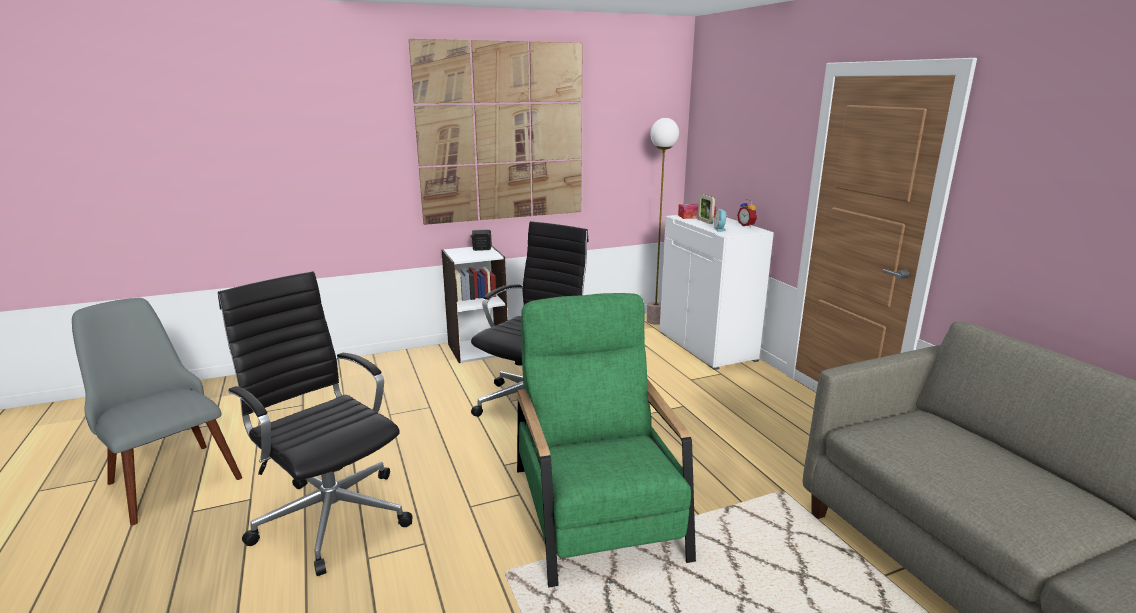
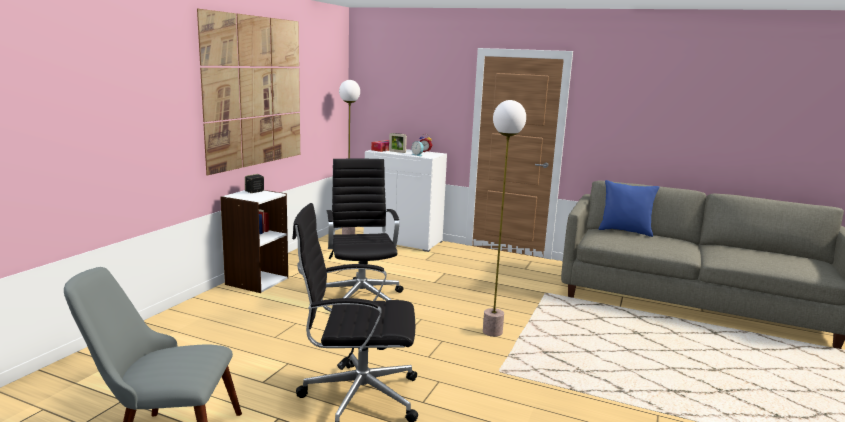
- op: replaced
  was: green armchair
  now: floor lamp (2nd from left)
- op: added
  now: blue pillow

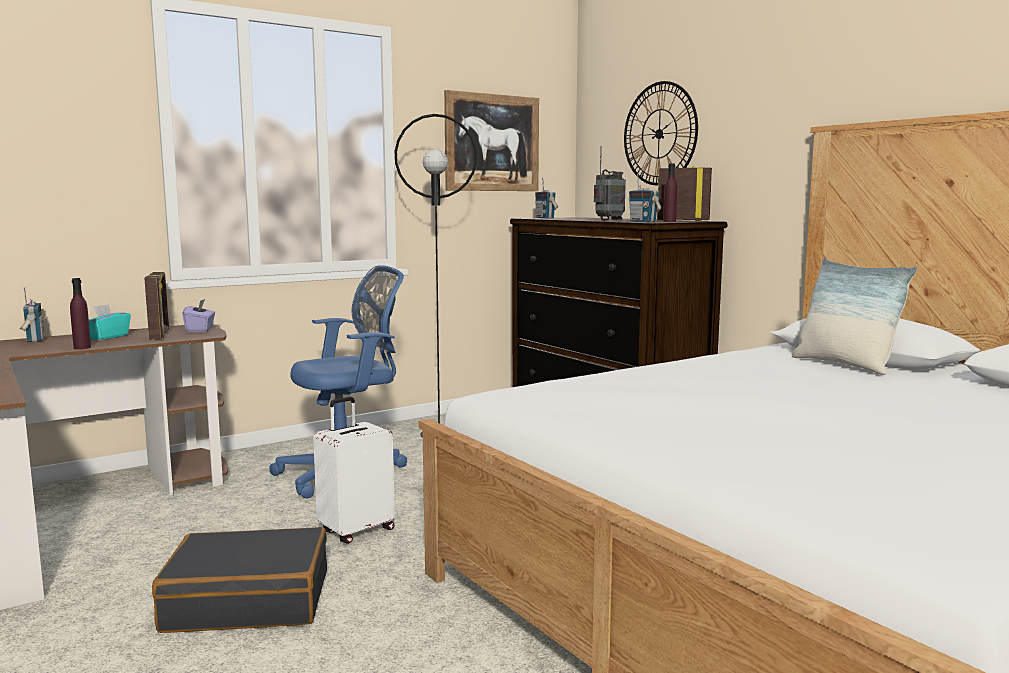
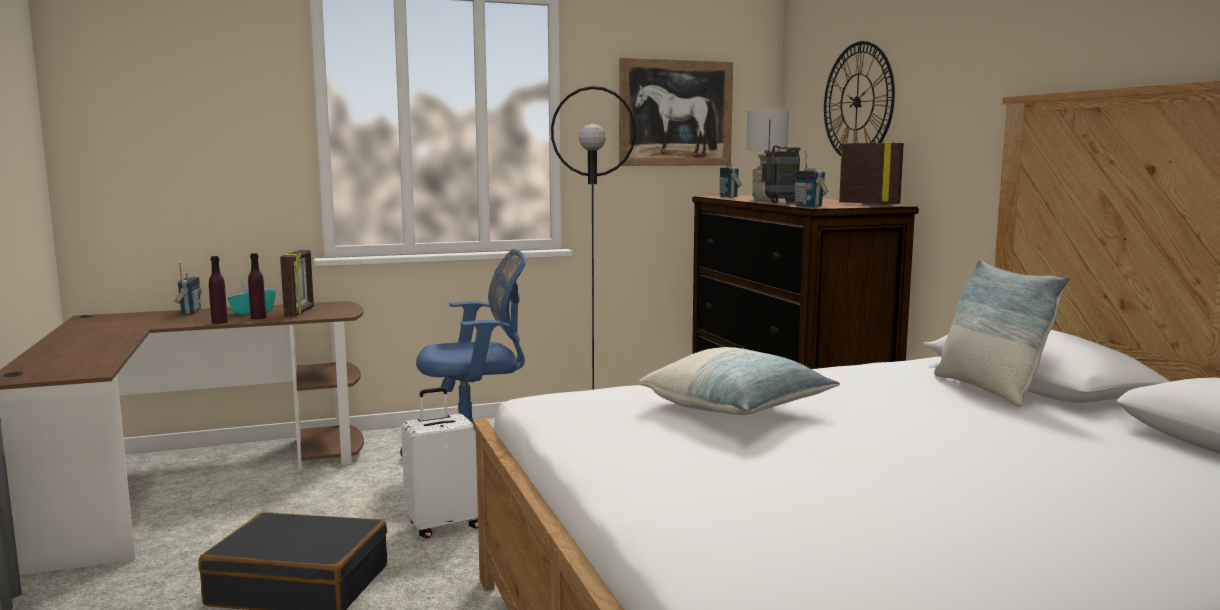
- op: moved
  was: purple bottle (2nd from left)
- op: removed
  was: purple tissue box
- op: added
  now: grey table lamp
- op: added
  now: pillow (1st from left)

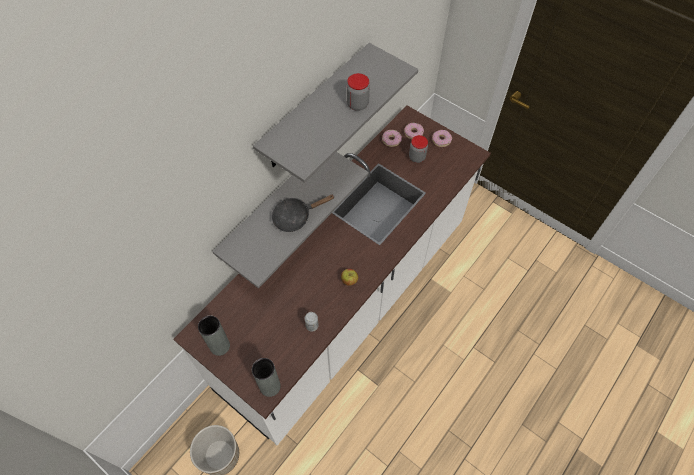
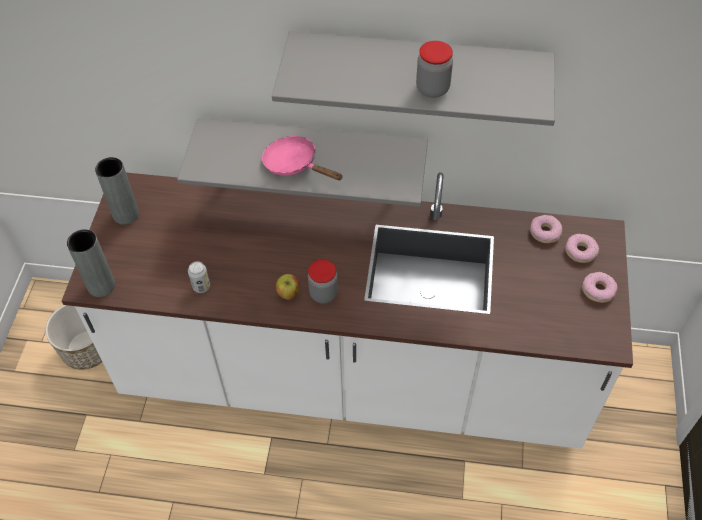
- op: moved
  was: jar (2nd from left in the first image)
  now: jar (1st from left)
- op: recoloured
  was: black frying pan
  now: pink frying pan

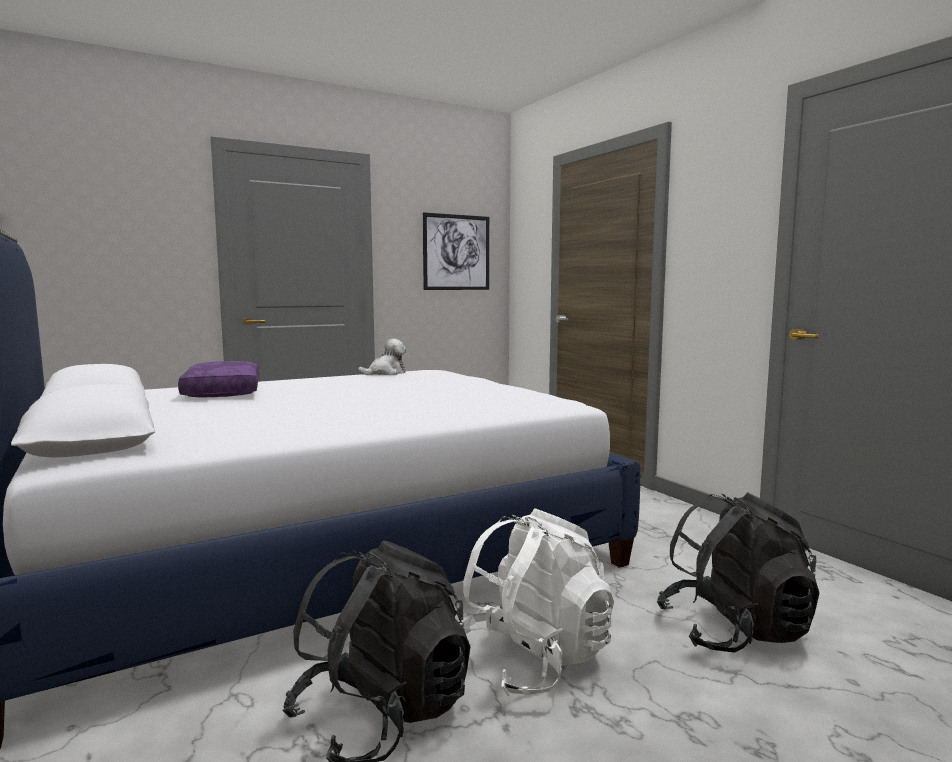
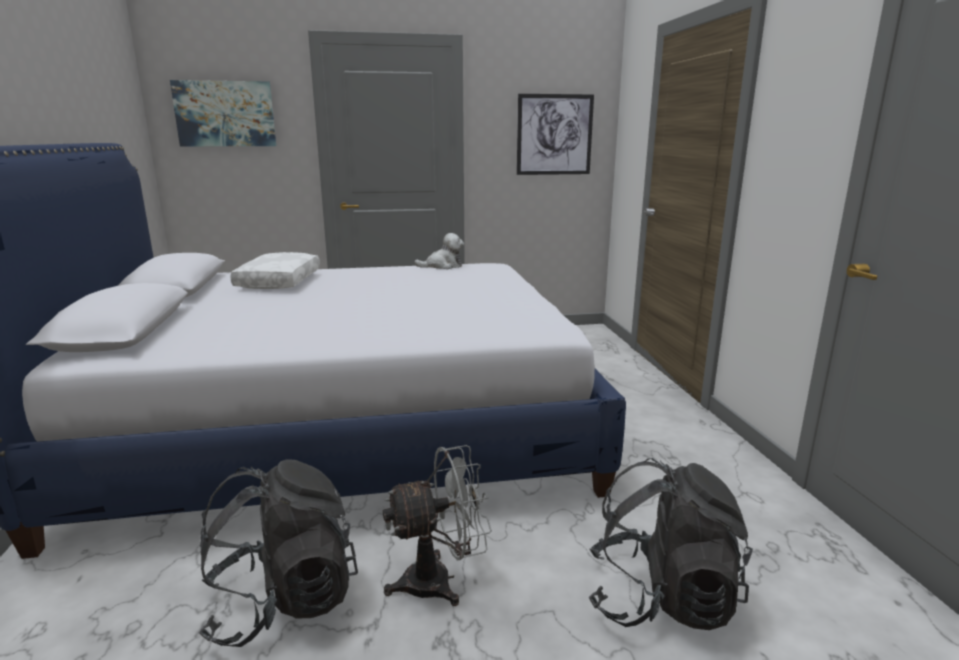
- op: recoloured
  was: purple pillow
  now: white pillow
- op: replaced
  was: white backpack
  now: grey fan
- op: added
  now: picture (1st from left)

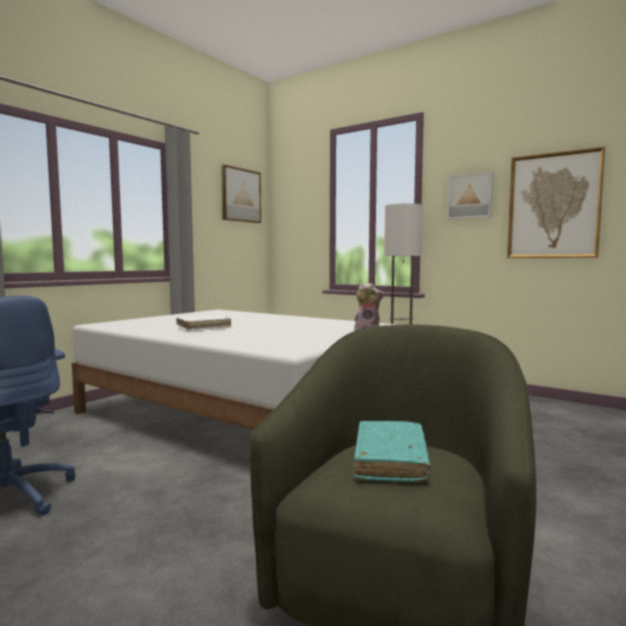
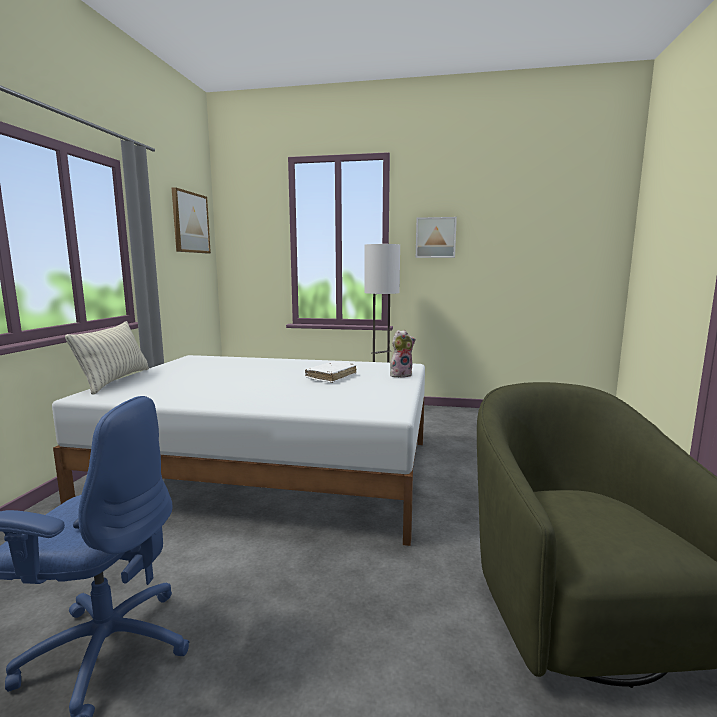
- op: removed
  was: picture (3rd from left)
- op: moved
  was: white book
- op: removed
  was: turquoise book
- op: added
  now: pillow

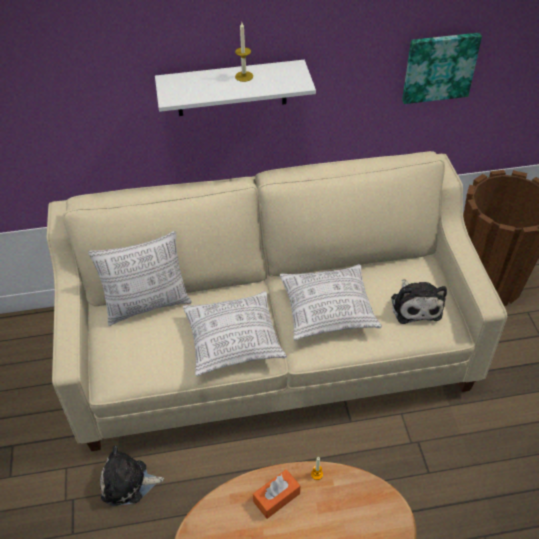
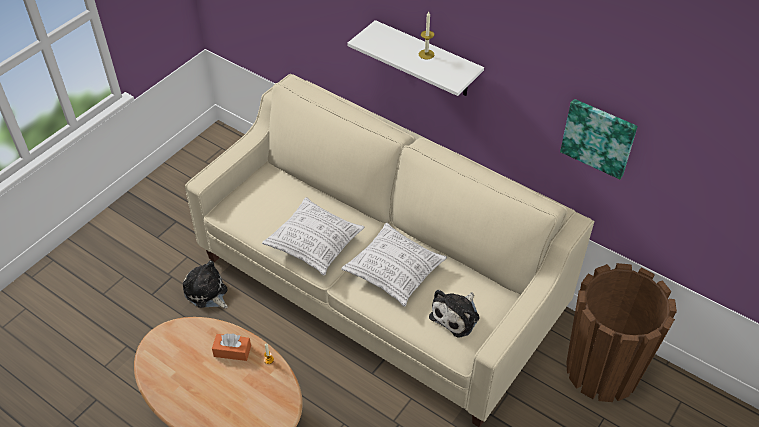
- op: removed
  was: pillow (1st from left)

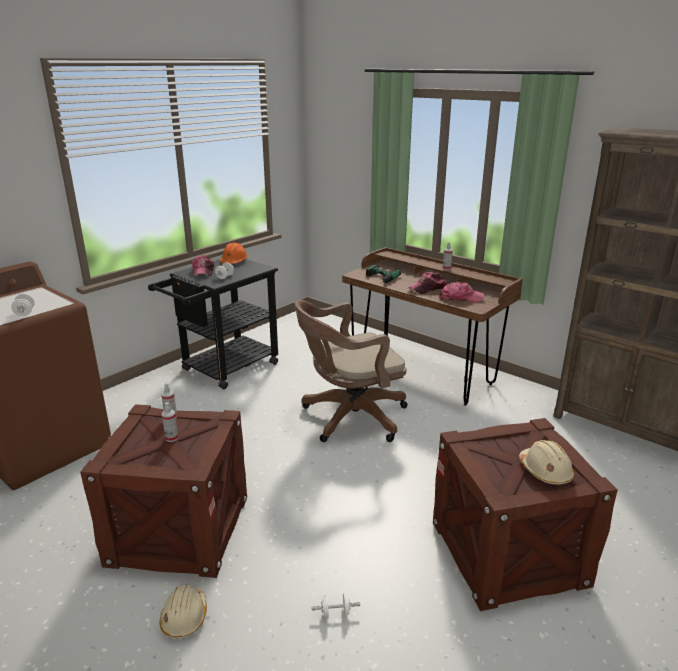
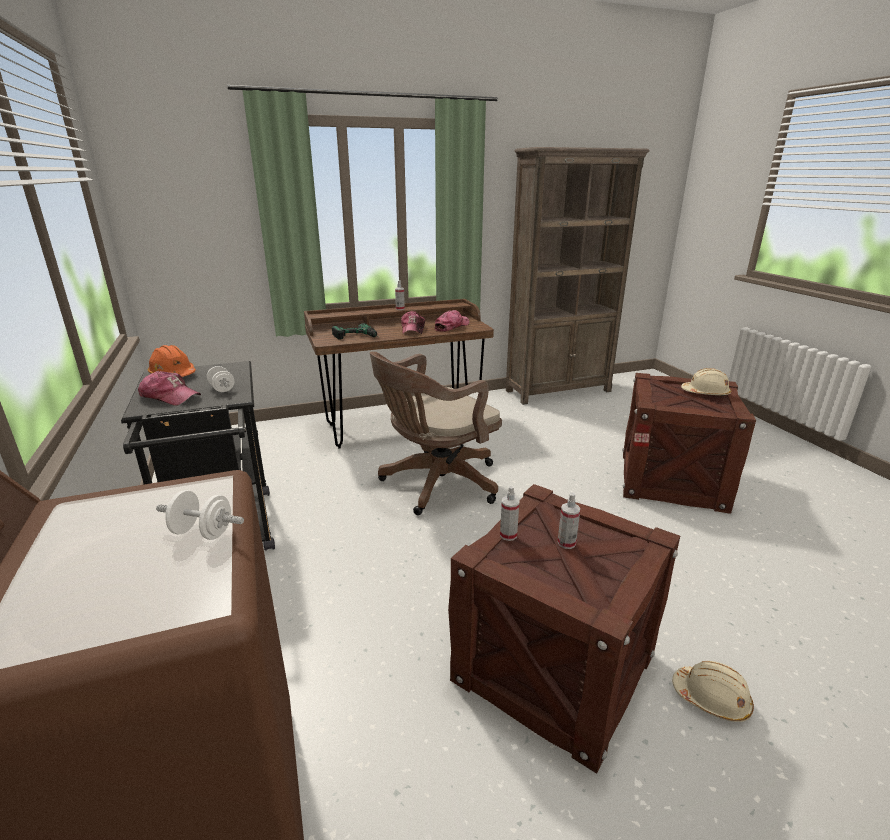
- op: turned
  was: brown office chair
  clockwise: 45
- op: removed
  was: white dumbbell (3rd from left)

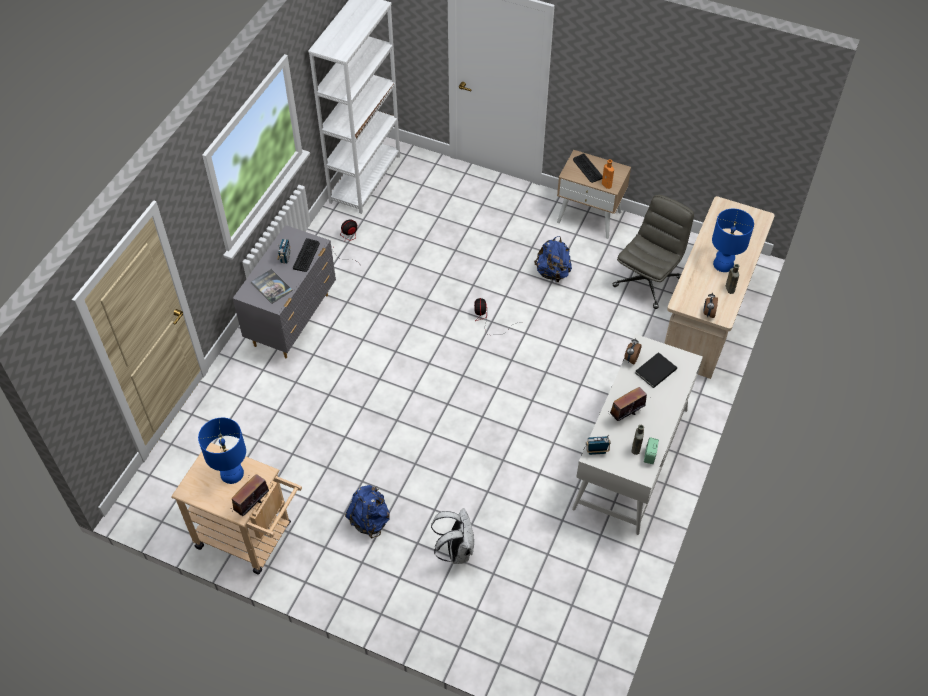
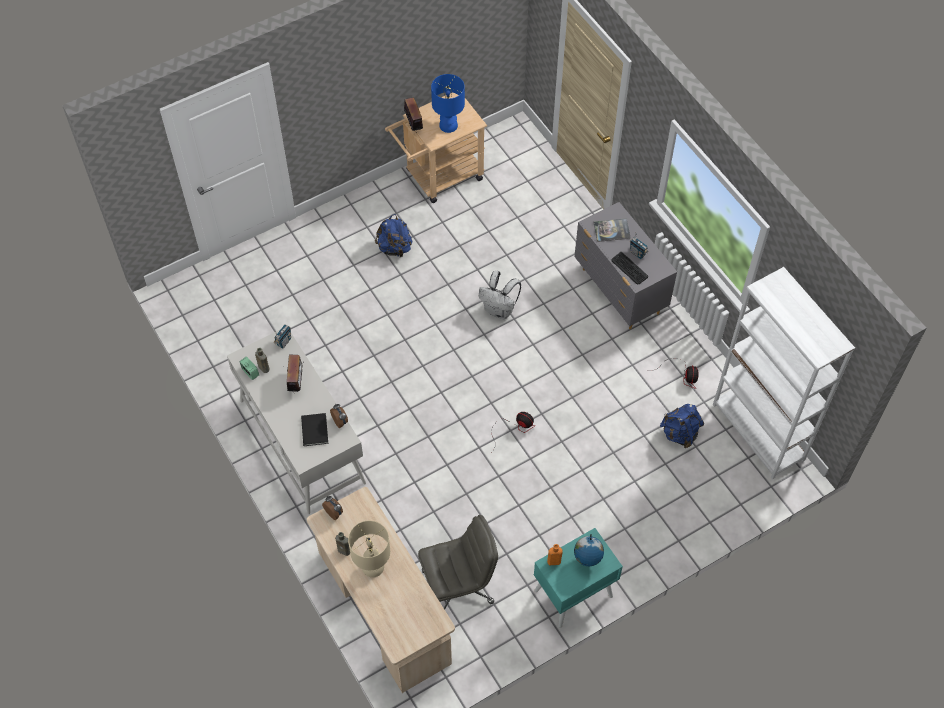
- op: recoloured
  was: beige nightstand
  now: turquoise nightstand
- op: replaced
  was: keyboard (2nd from left)
  now: globe
- op: turned
  was: grey office chair
  clockwise: -90
- op: recoloured
  was: blue table lamp (2nd from left)
  now: beige table lamp
- op: moved
  was: blue backpack (2nd from left)
- op: moved
  was: white backpack

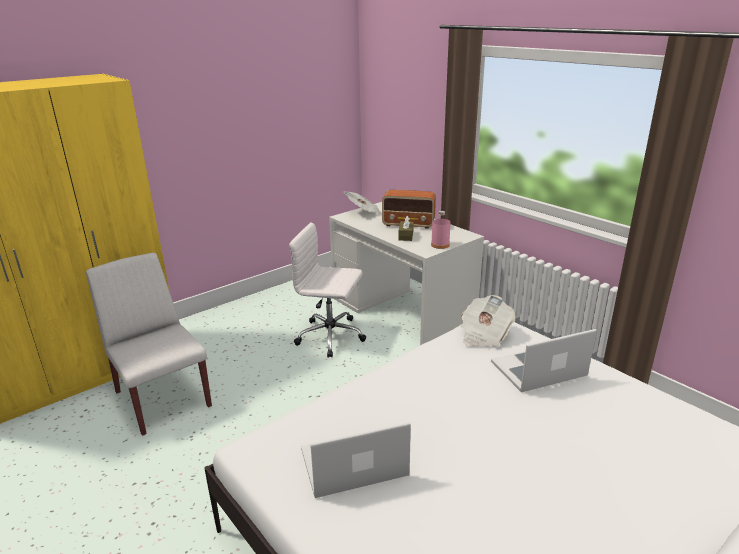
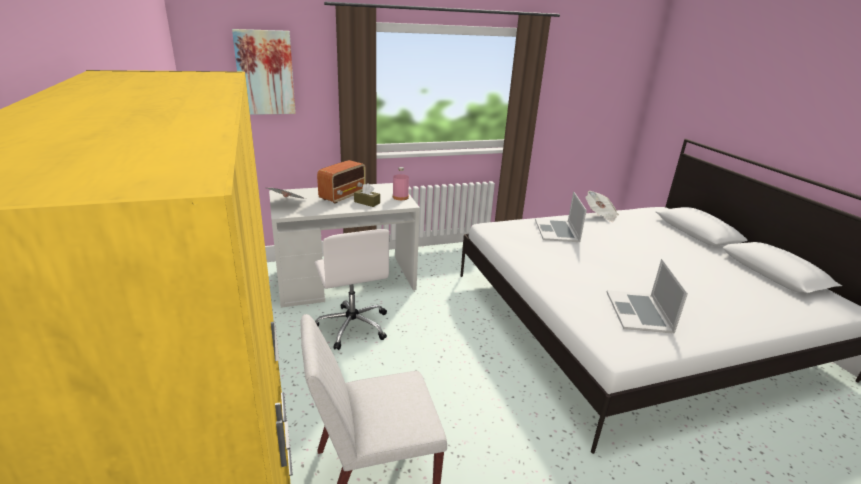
- op: turned
  was: white office chair
  clockwise: -60
- op: moved
  was: newspaper (2nd from left)
- op: added
  now: picture

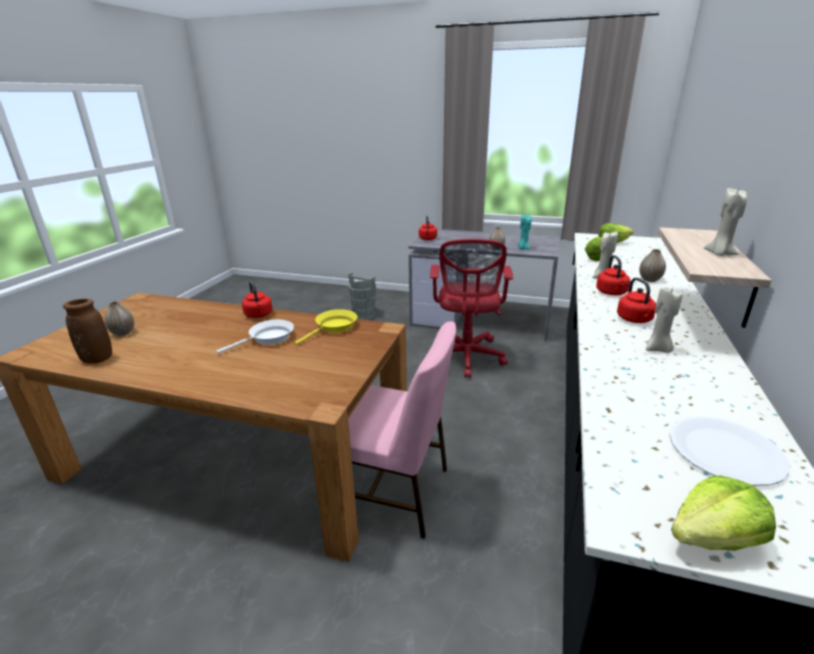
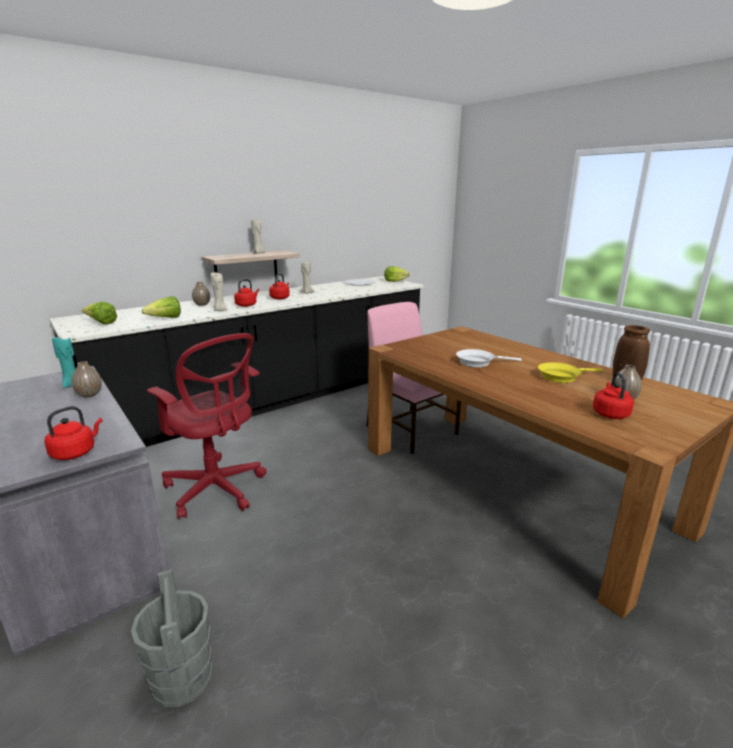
- op: turned
  was: red office chair
  clockwise: 90
- op: moved
  was: red kettle (1st from left in the first image)
  now: red kettle (4th from left)
- op: moved
  was: yellow frying pan

